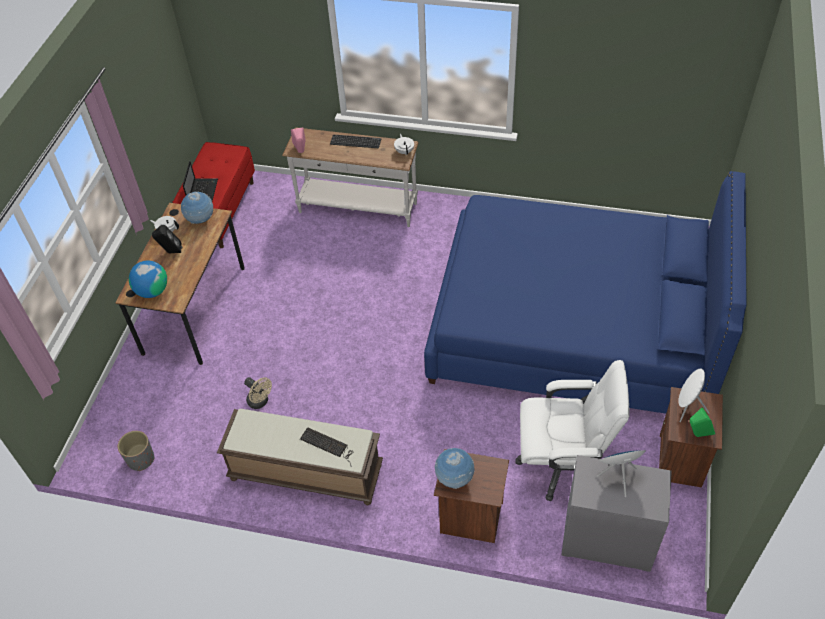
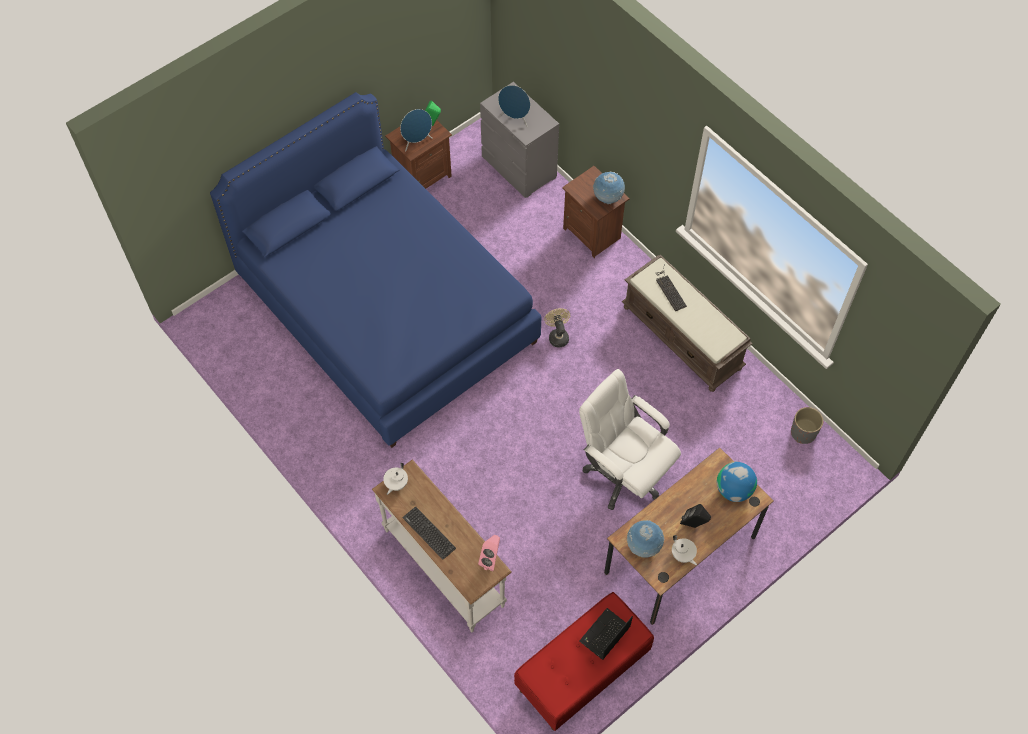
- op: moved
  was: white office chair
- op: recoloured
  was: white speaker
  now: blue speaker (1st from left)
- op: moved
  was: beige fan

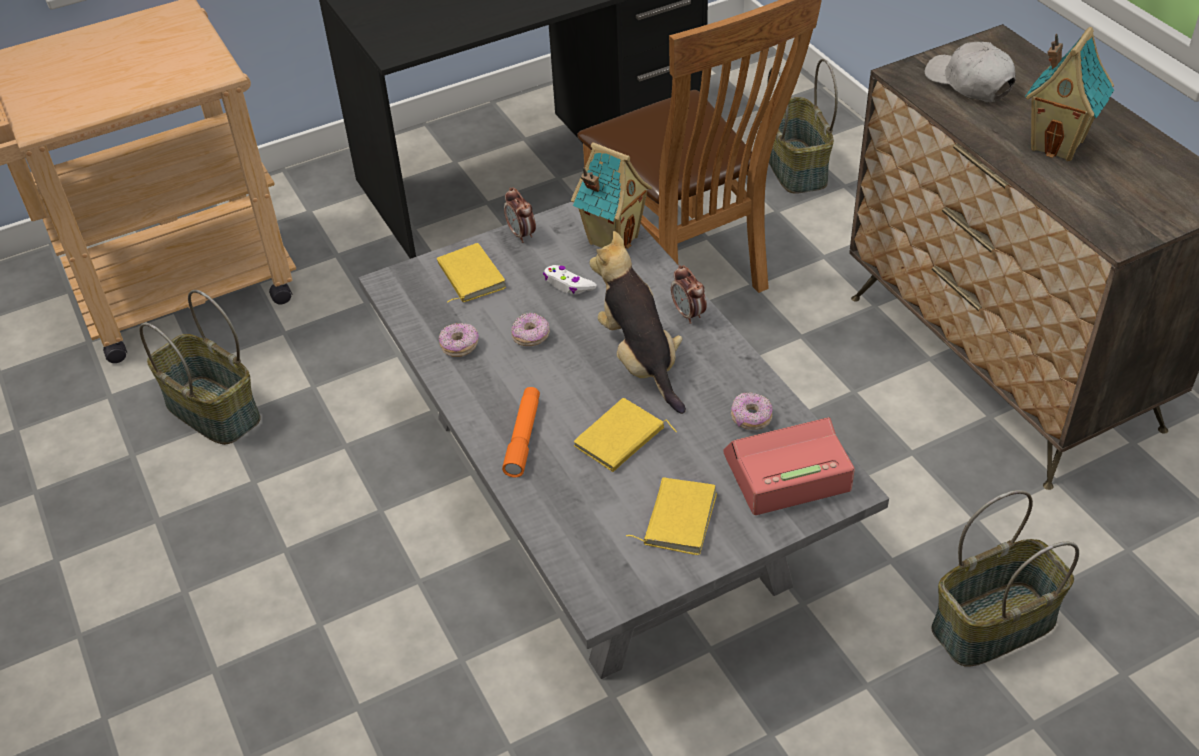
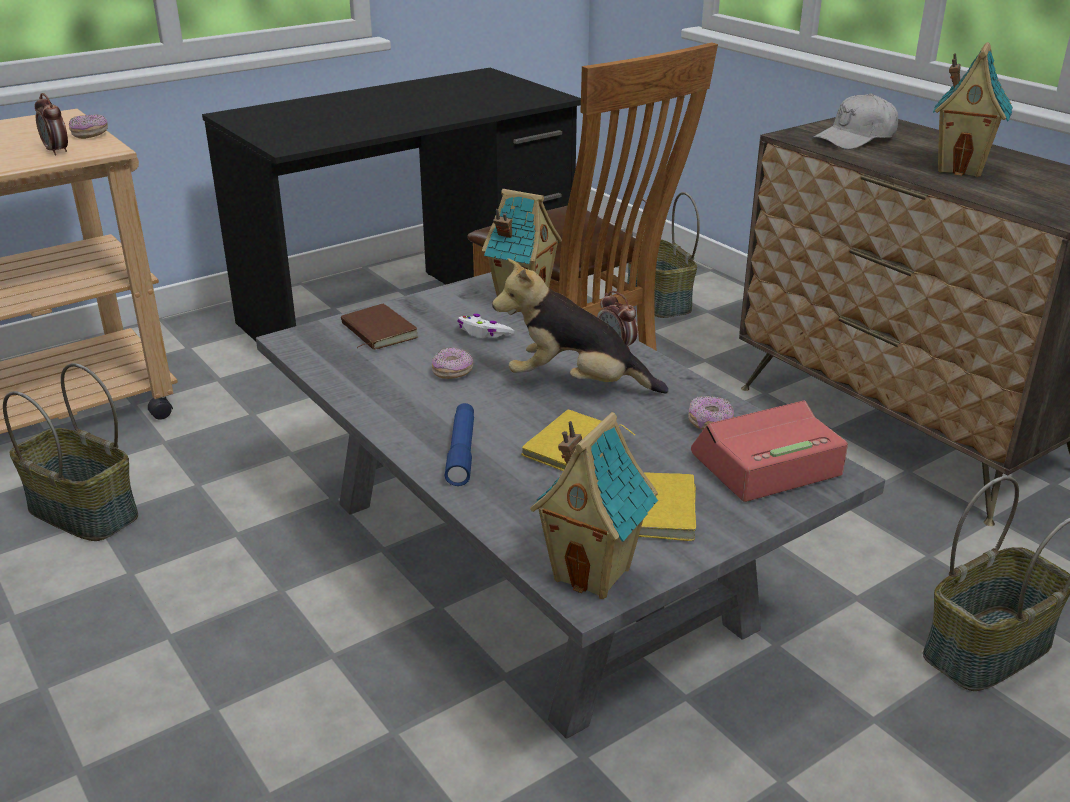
- op: turned
  was: white cap
  clockwise: -75
- op: moved
  was: alarm clock (1st from left)
- op: turned
  was: plush toy
  clockwise: -45
- op: recoloured
  was: yellow book (1st from left)
  now: brown book
- op: moved
  was: donut (1st from left)
- op: recoloured
  was: orange flashlight
  now: blue flashlight
- op: added
  now: toy house (2nd from left)

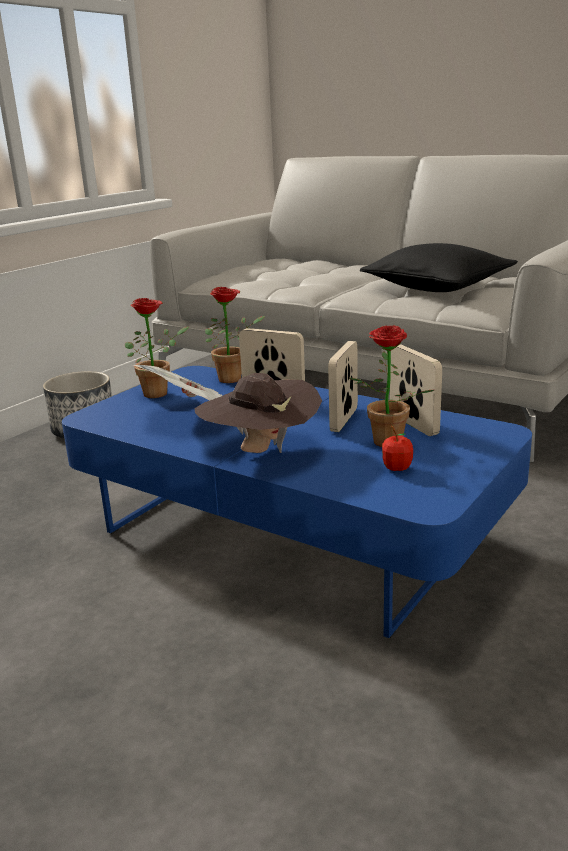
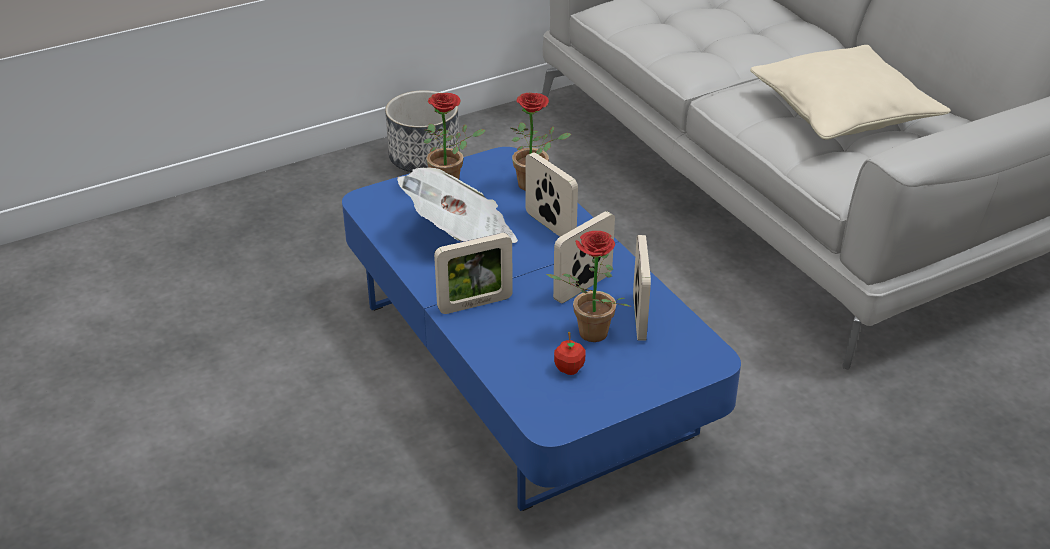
- op: recoloured
  was: black pillow
  now: beige pillow
- op: replaced
  was: brown hat
  now: picture frame (1st from left)

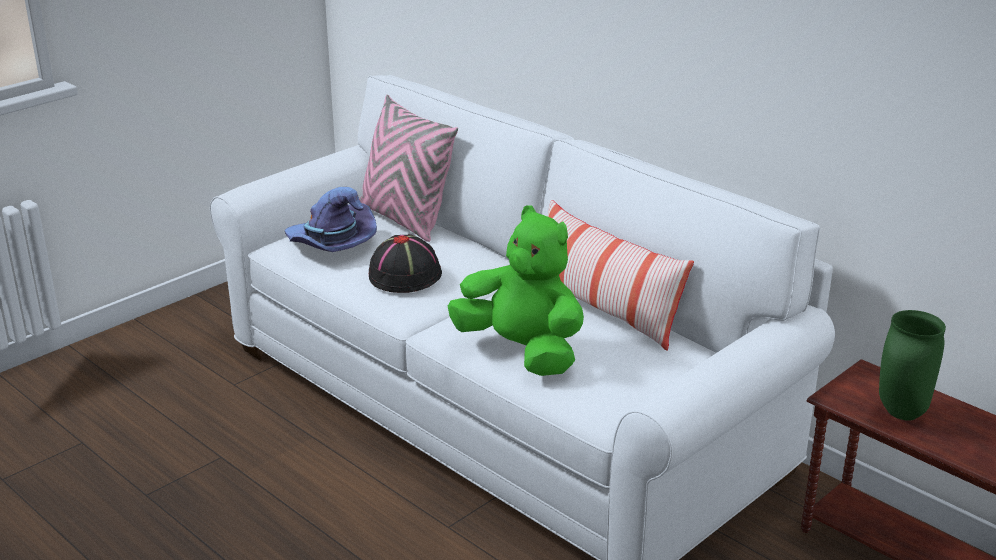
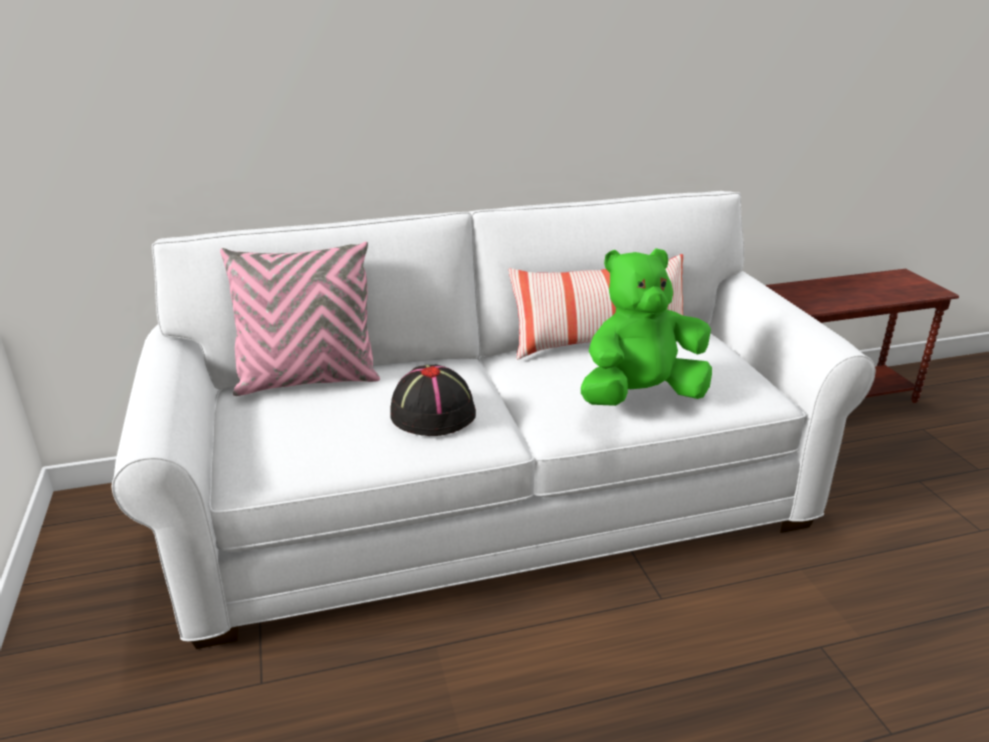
- op: removed
  was: purple hat
- op: removed
  was: green vase

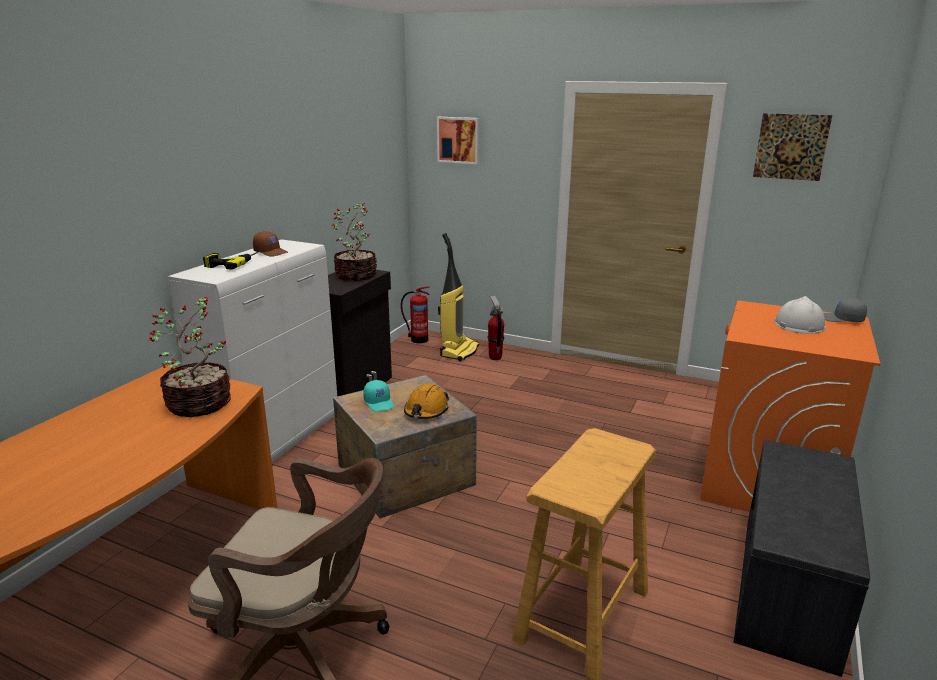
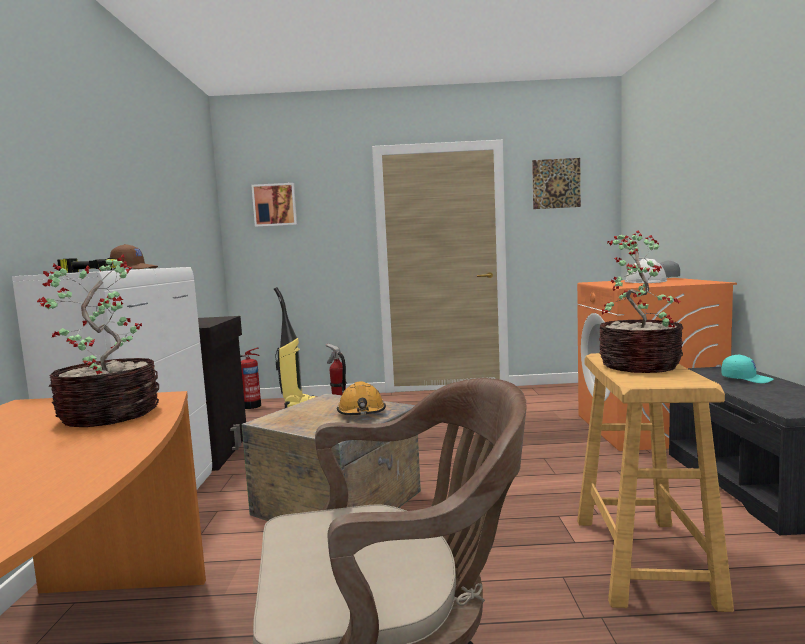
- op: moved
  was: potted plant (2nd from left)
- op: moved
  was: turquoise cap

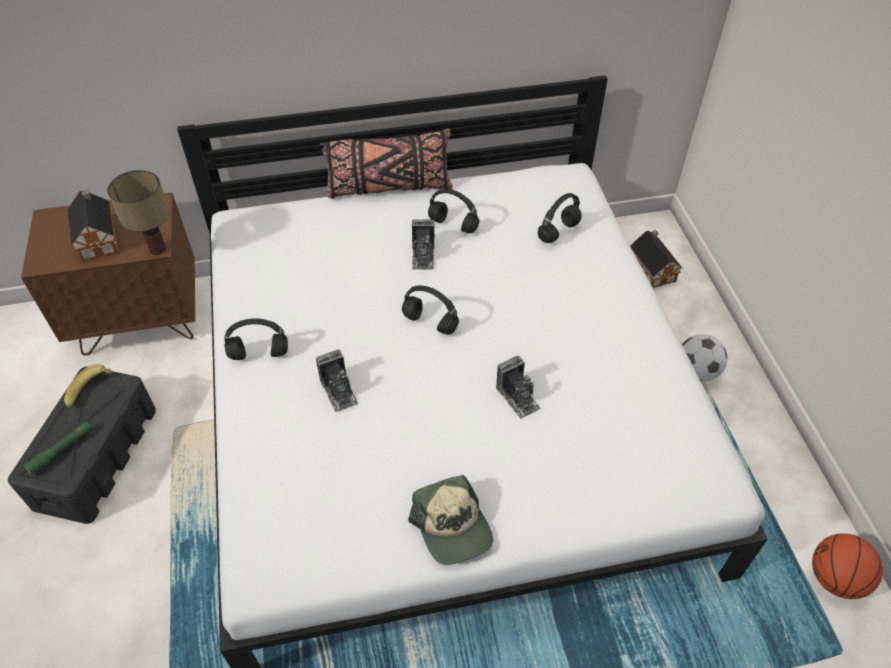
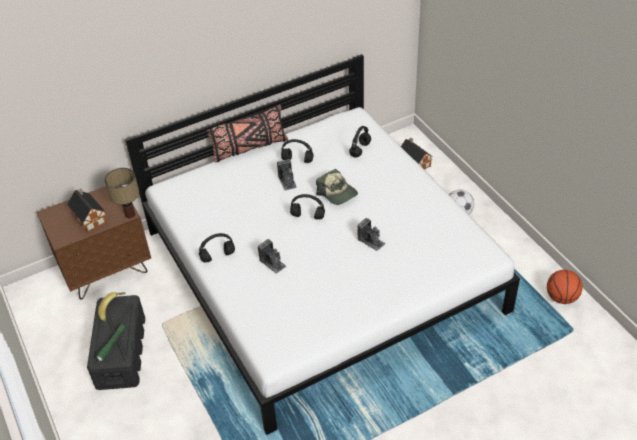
- op: moved
  was: cap

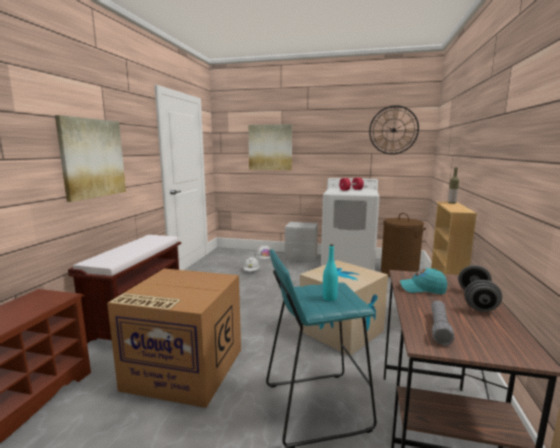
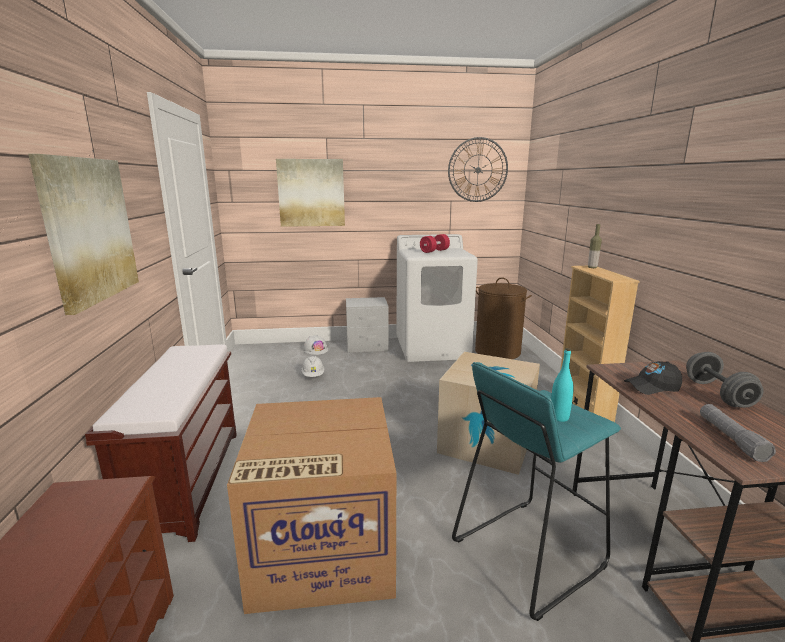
- op: recoloured
  was: turquoise cap
  now: black cap

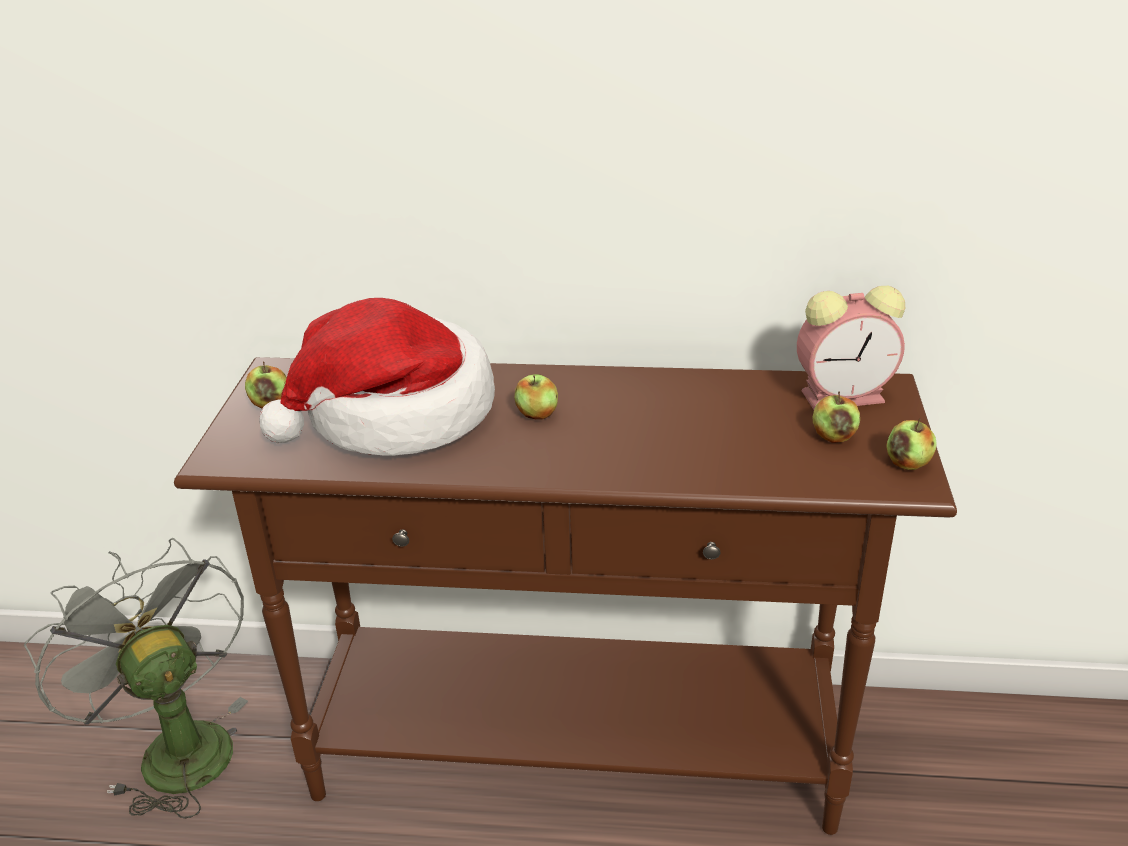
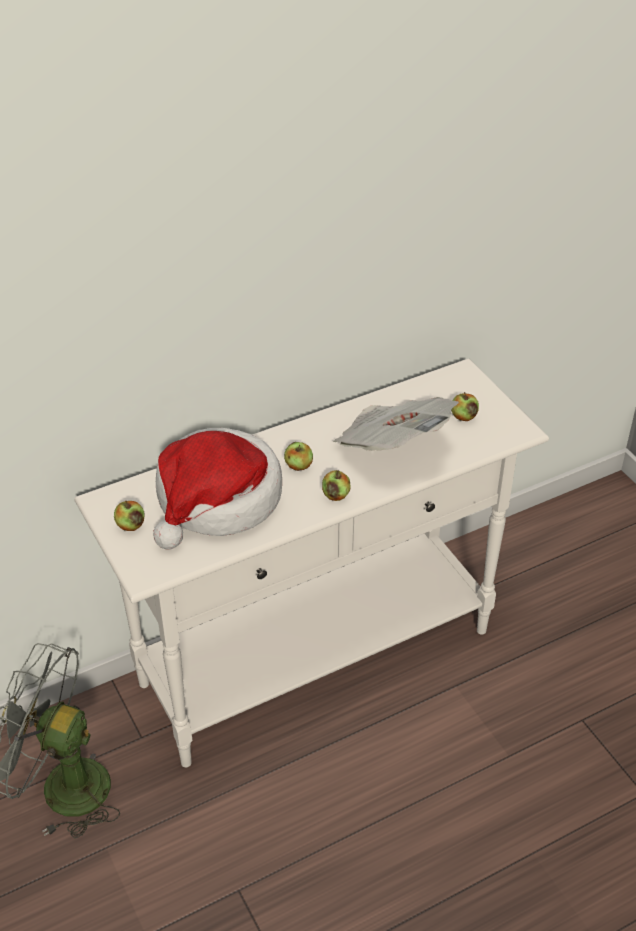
- op: removed
  was: alarm clock
- op: recoloured
  was: brown console table
  now: white console table
- op: moved
  was: apple (4th from left in the first image)
  now: apple (3rd from left)
- op: added
  now: newspaper

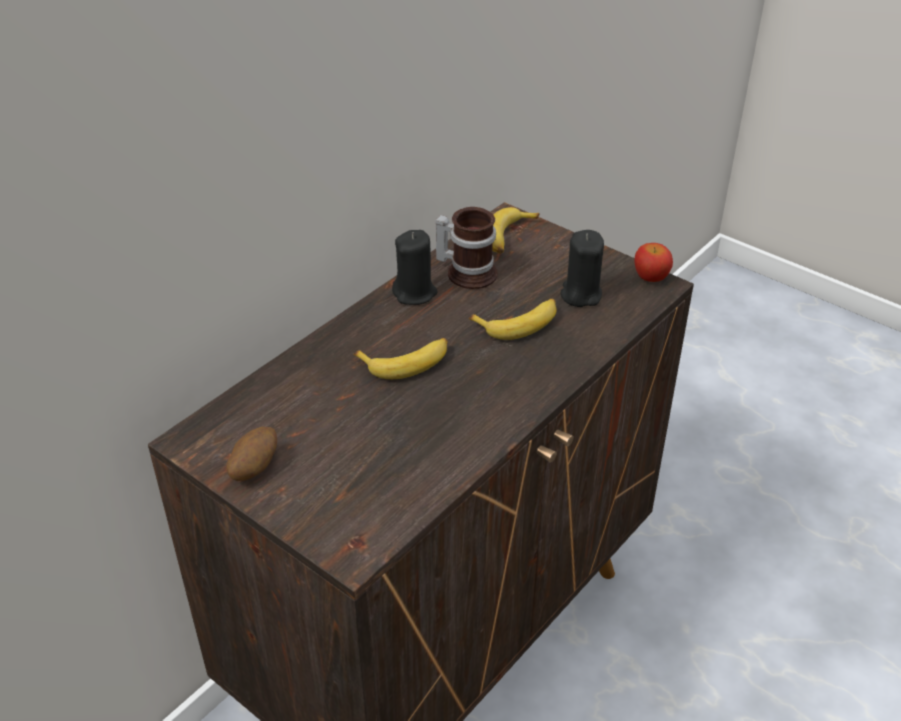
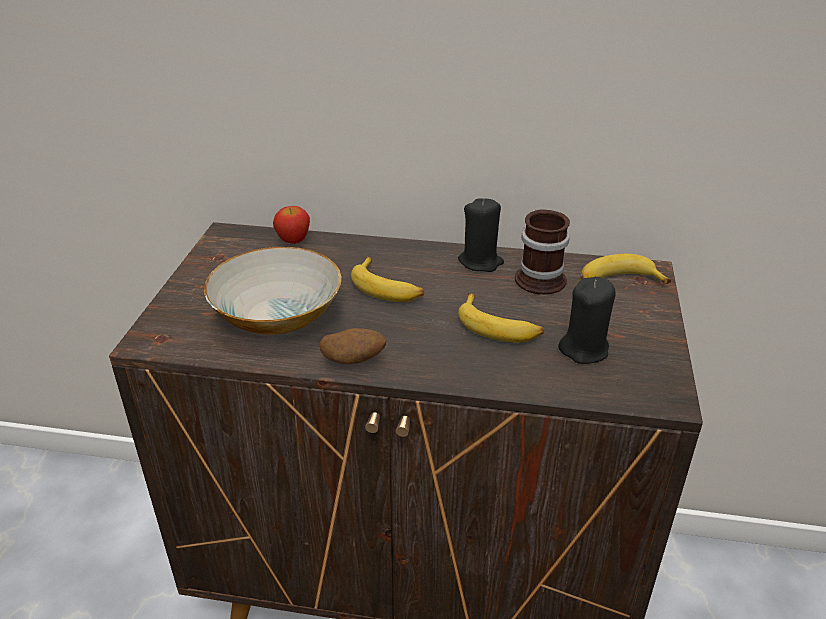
- op: moved
  was: apple
- op: moved
  was: potato
- op: added
  now: bowl

